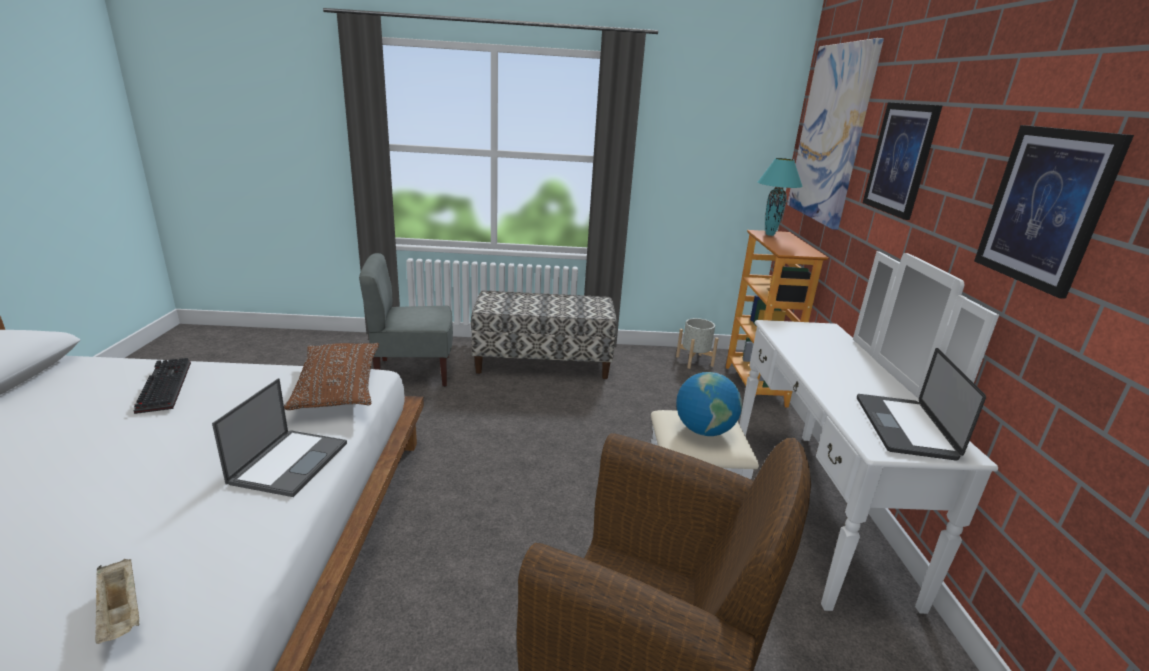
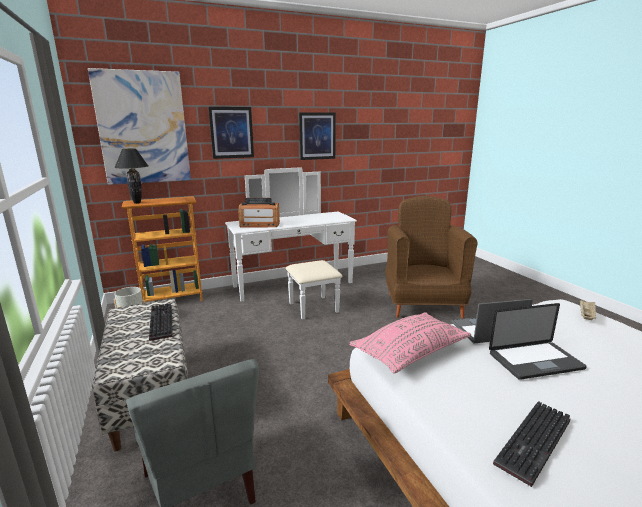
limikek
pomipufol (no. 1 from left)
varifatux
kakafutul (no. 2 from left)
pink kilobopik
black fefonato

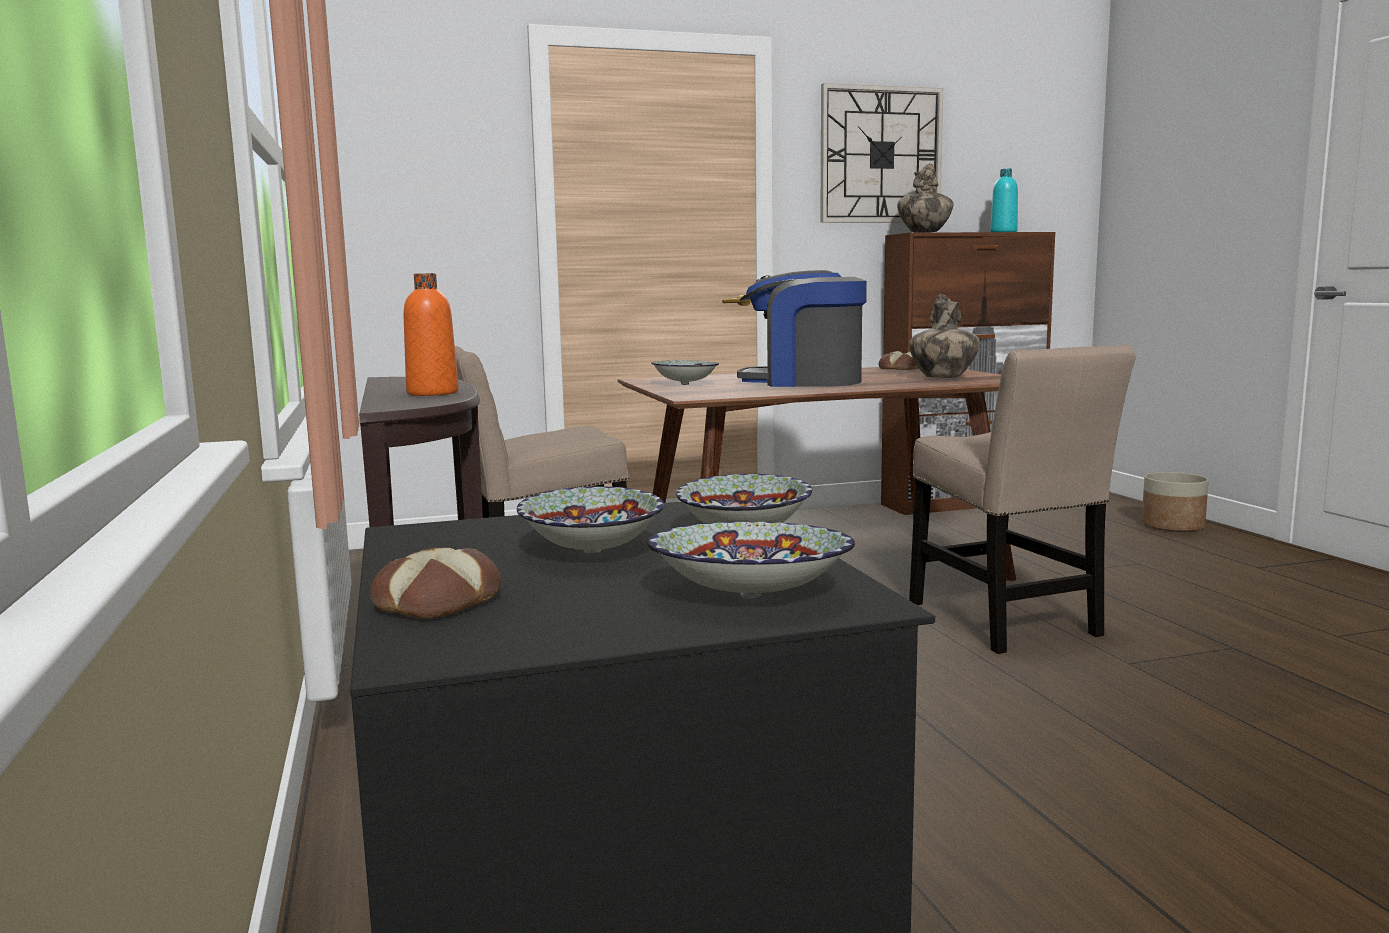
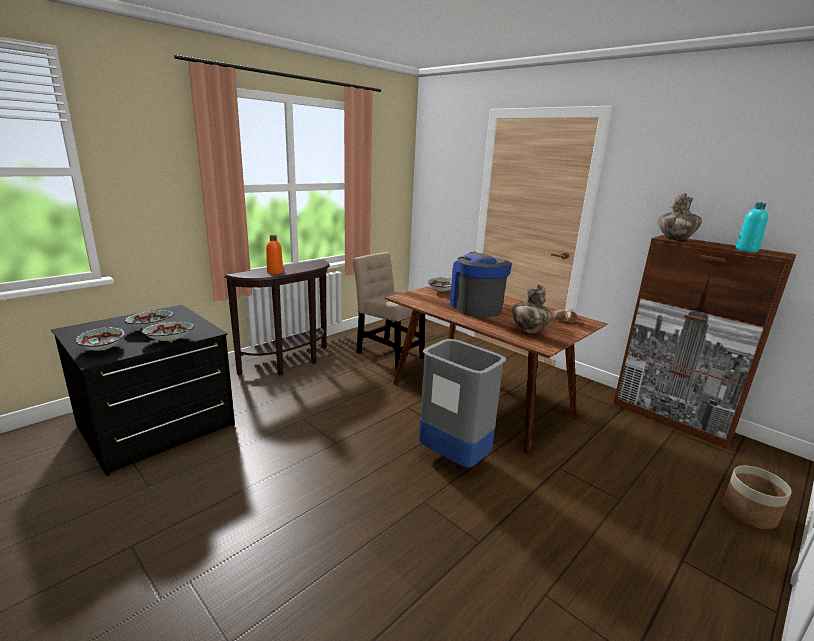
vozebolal (no. 1 from left in the first image)
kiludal
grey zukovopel

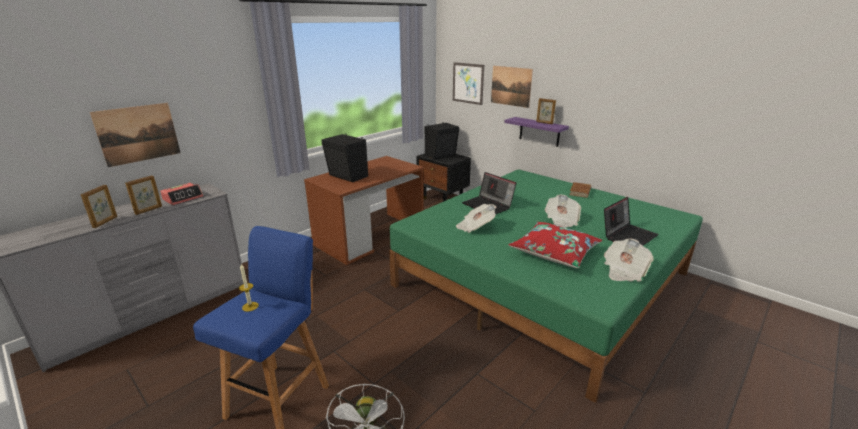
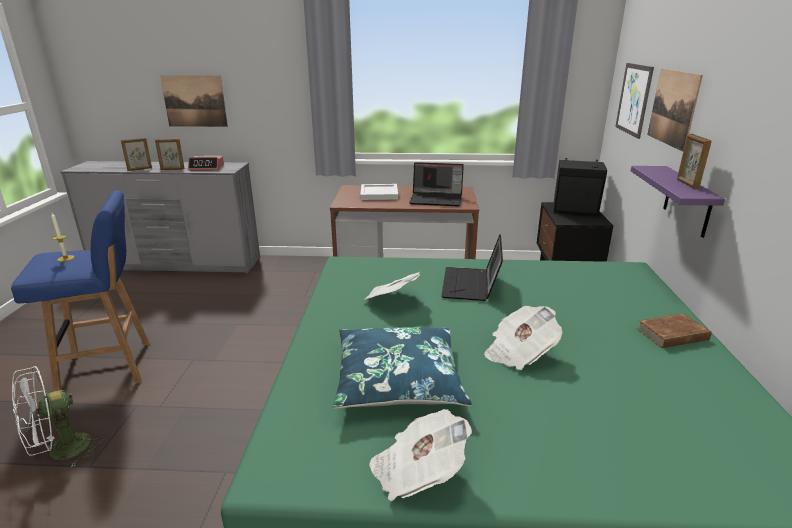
kakafutul (no. 1 from left)
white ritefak
blue kilobopik

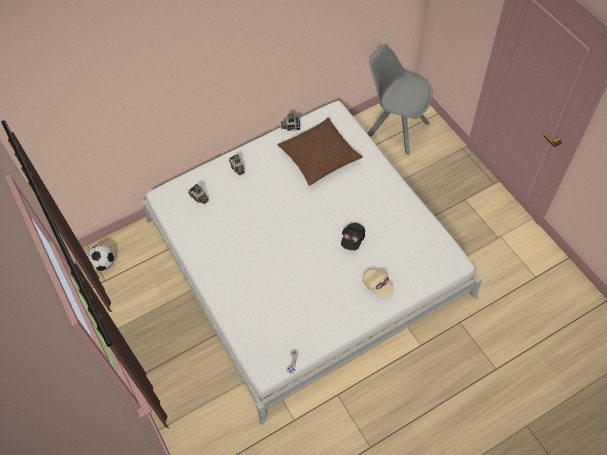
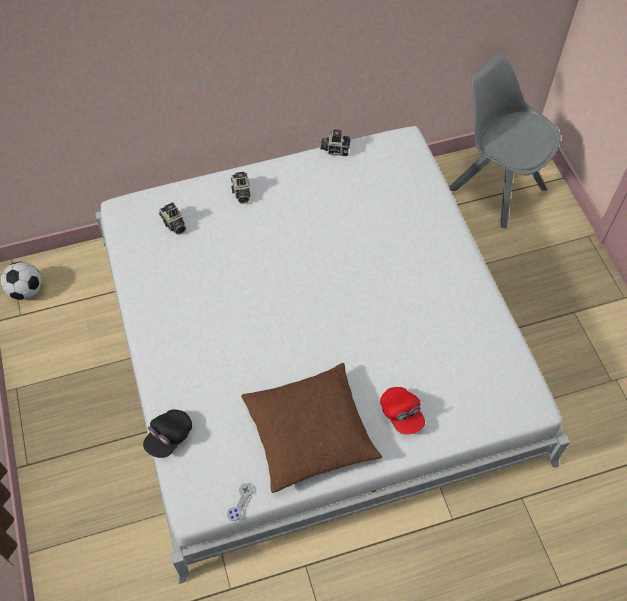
brown kilobopik
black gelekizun
red gelekizun

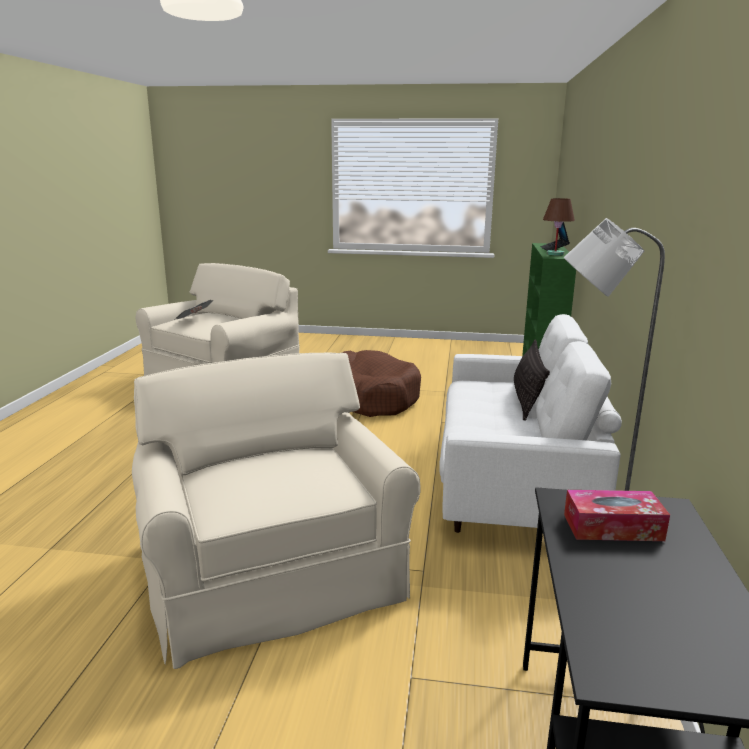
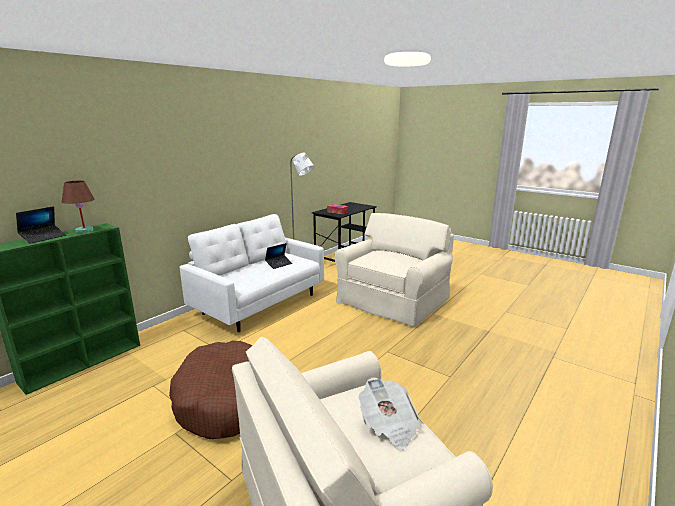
kilobopik
kakafutul (no. 2 from left)
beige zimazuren (no. 2 from left)

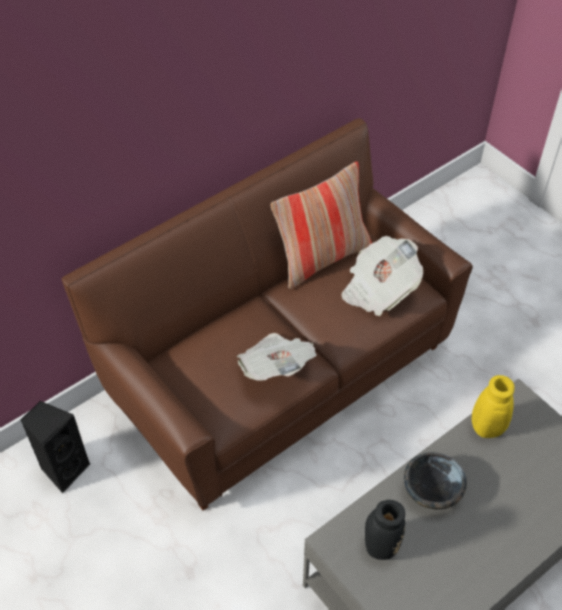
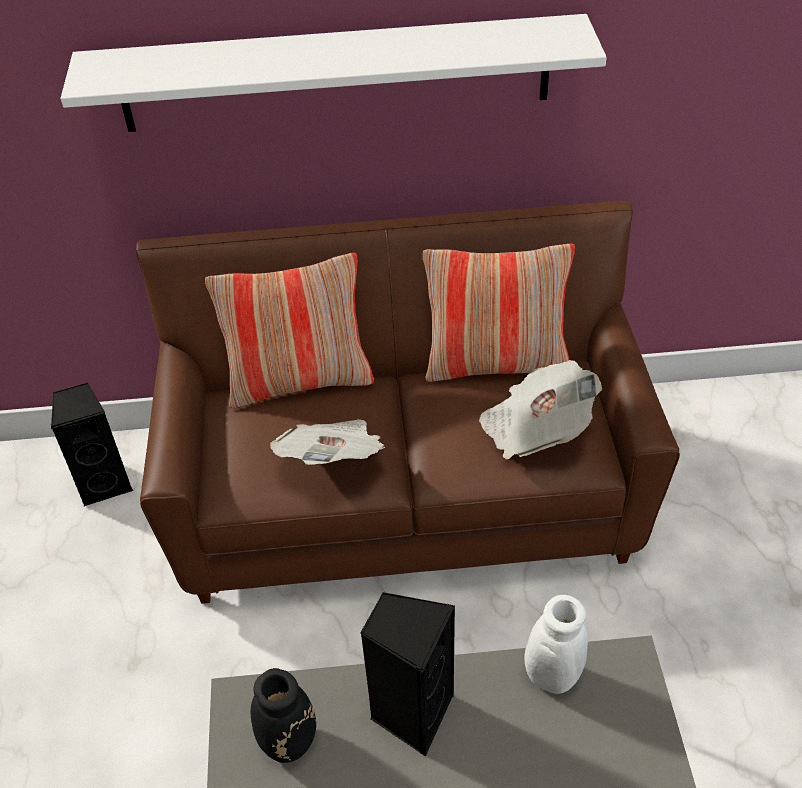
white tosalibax
kilobopik (no. 1 from left)
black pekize (no. 2 from left)
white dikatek

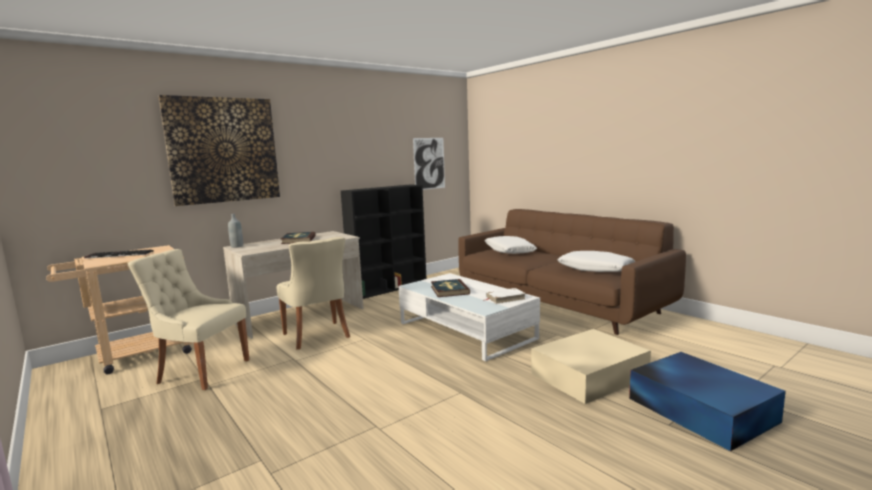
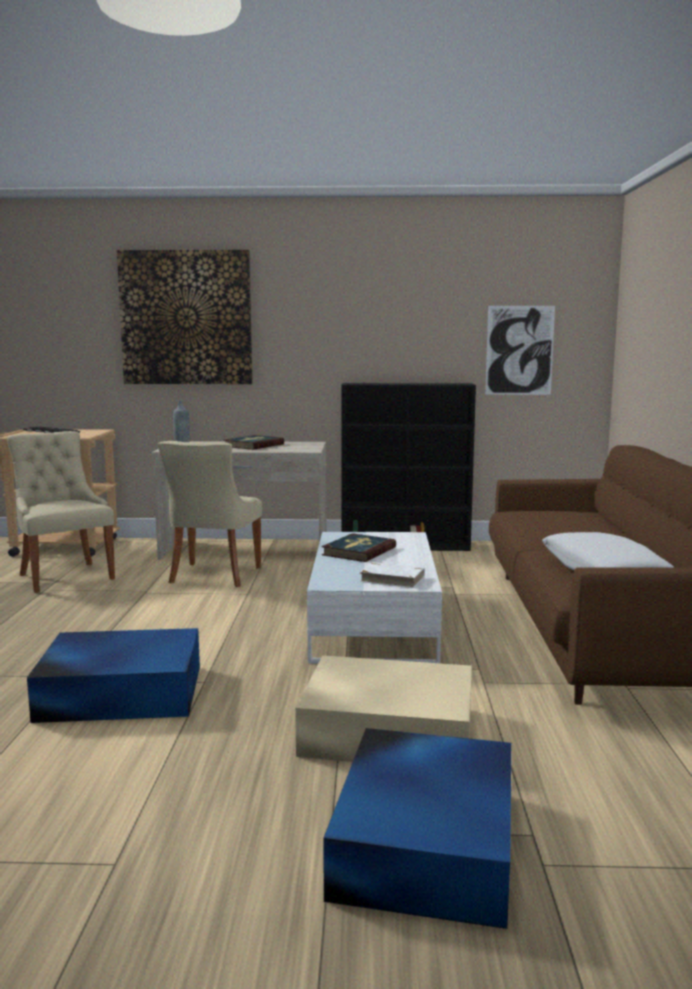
white kilobopik (no. 1 from left in the first image)
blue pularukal (no. 1 from left)

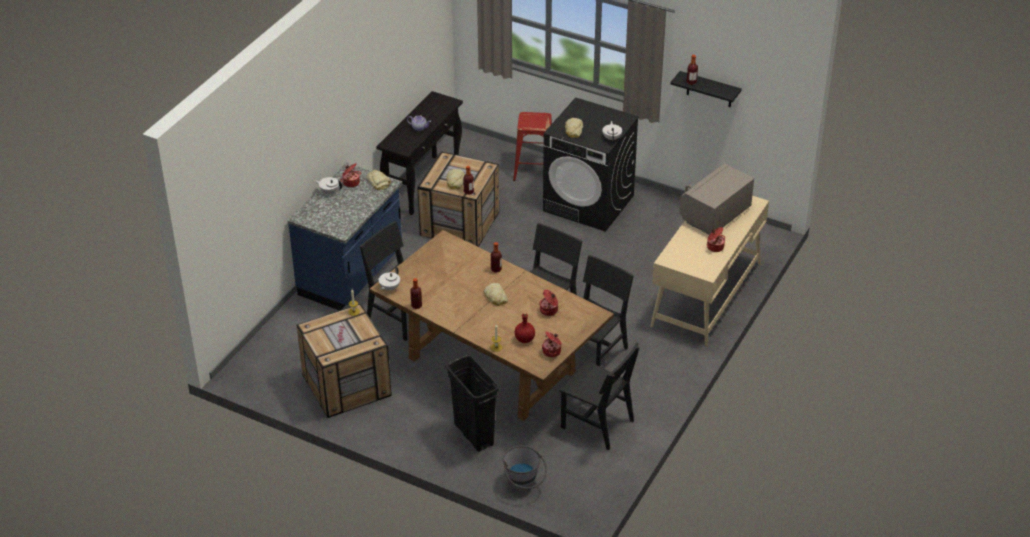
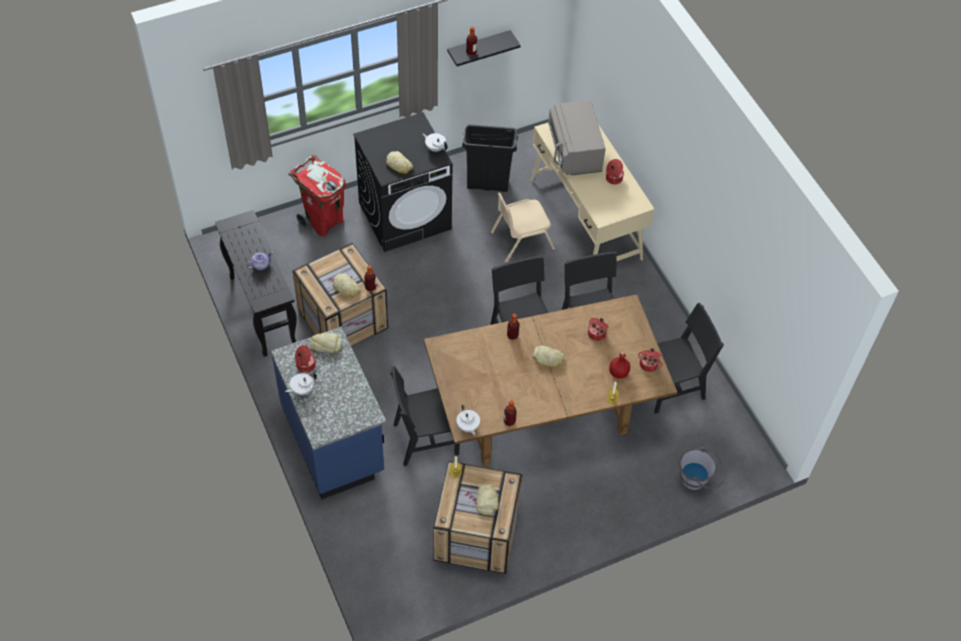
vozebolal (no. 4 from left)
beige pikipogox
black zukovopel
red zukovopel

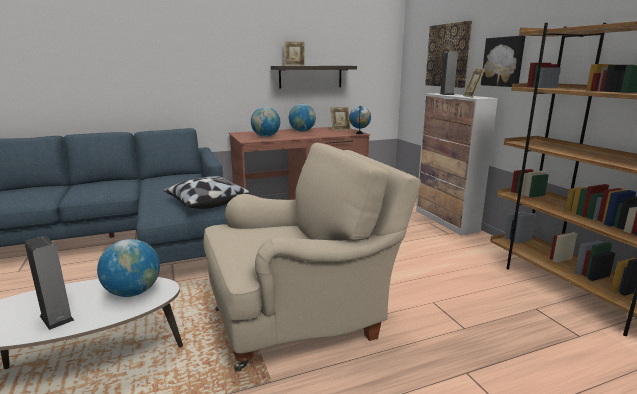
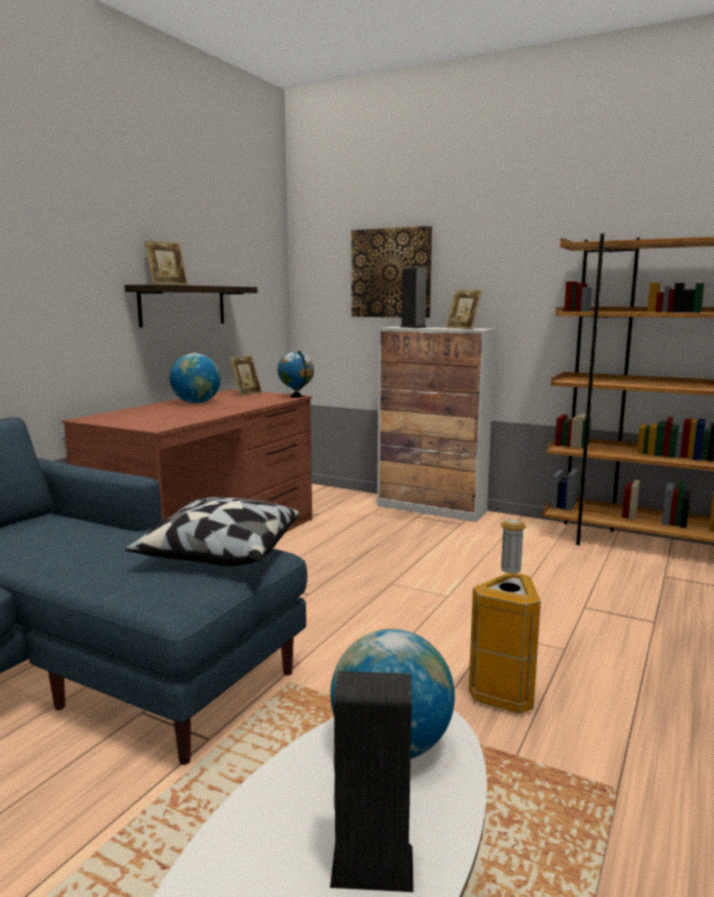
limikek (no. 2 from left in the first image)
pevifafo (no. 2 from left in the first image)
zukovopel

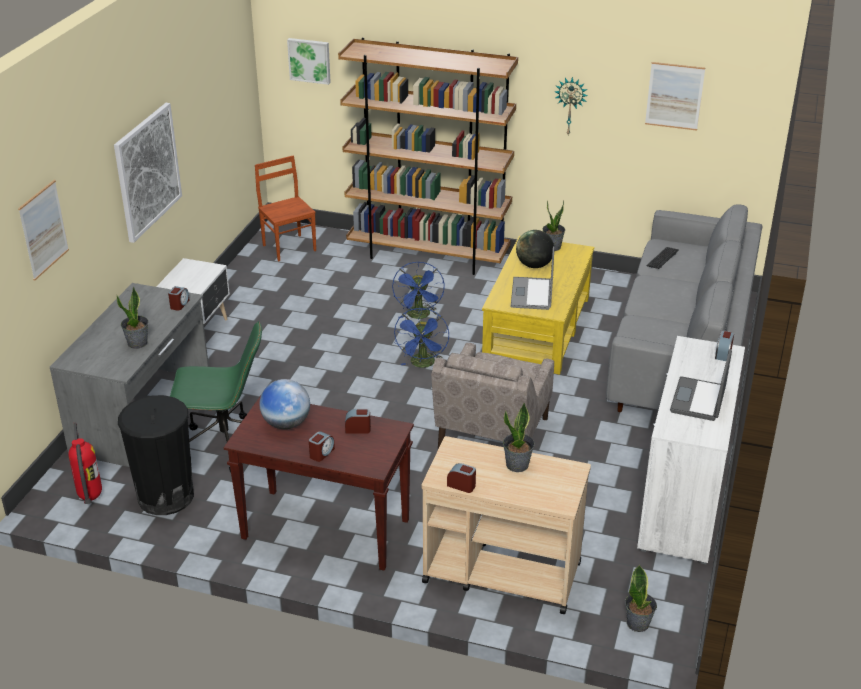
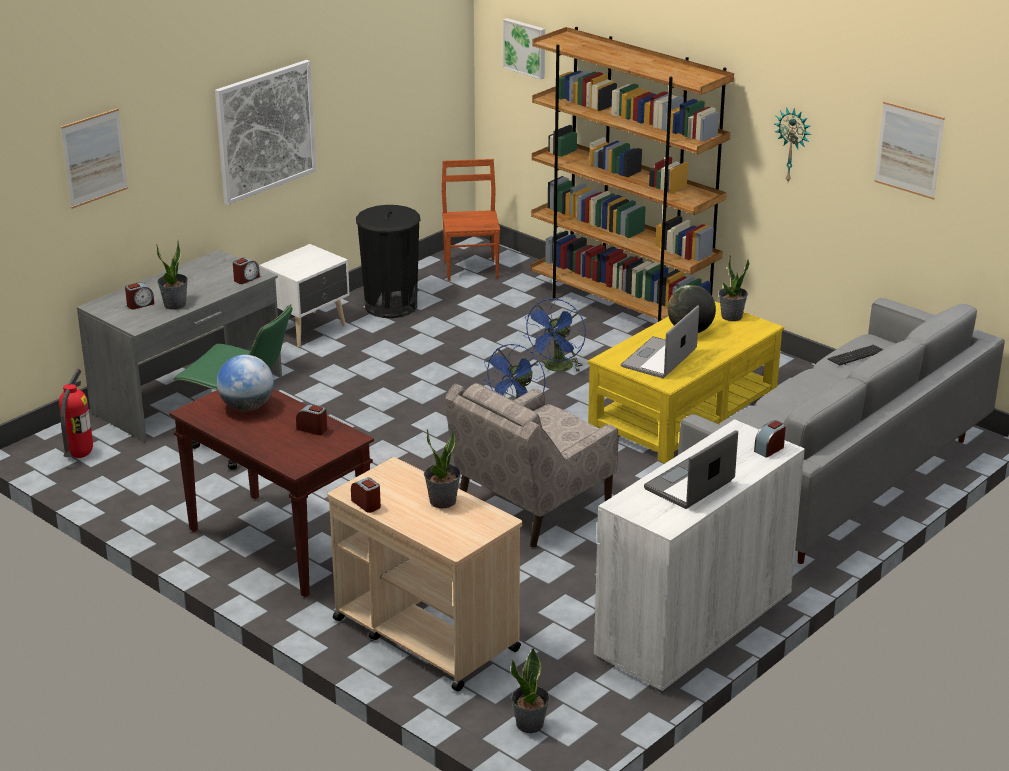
black zukovopel
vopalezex (no. 1 from left)

